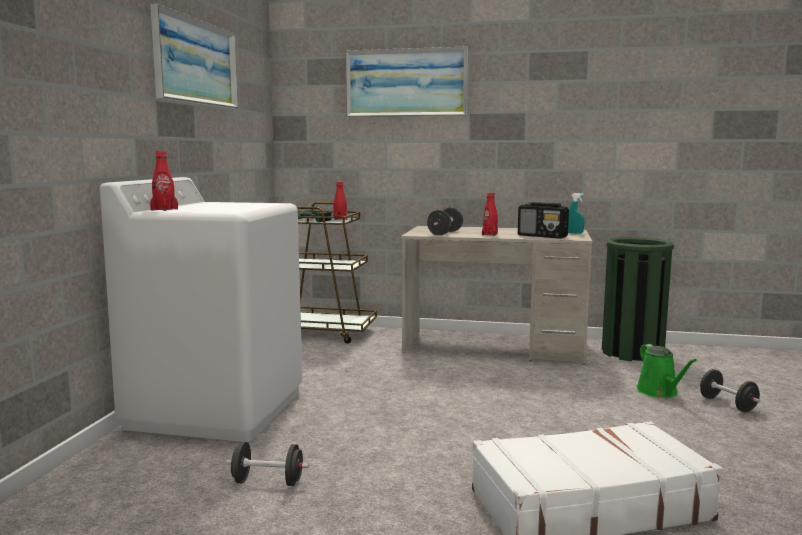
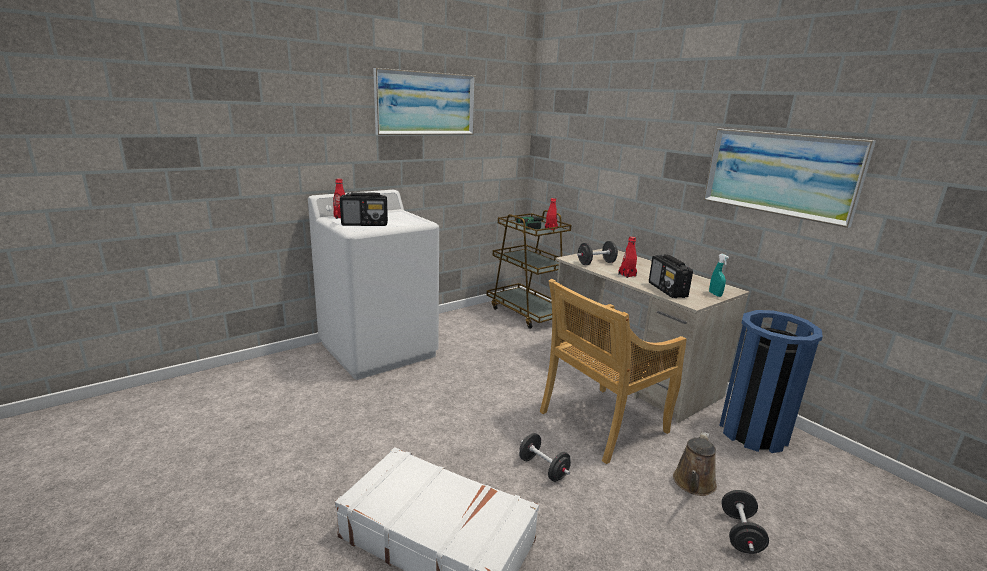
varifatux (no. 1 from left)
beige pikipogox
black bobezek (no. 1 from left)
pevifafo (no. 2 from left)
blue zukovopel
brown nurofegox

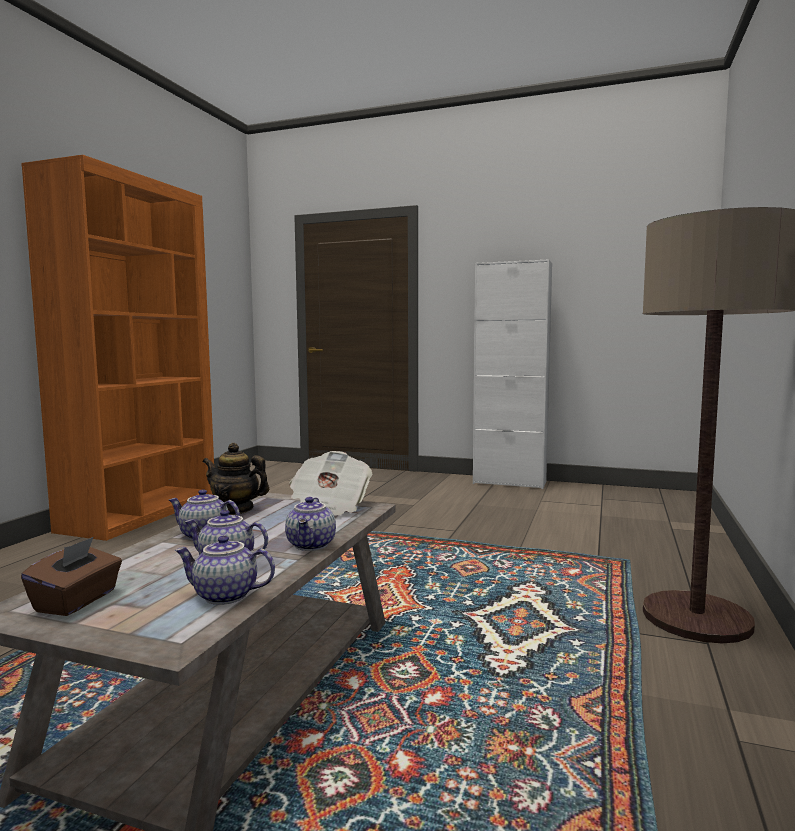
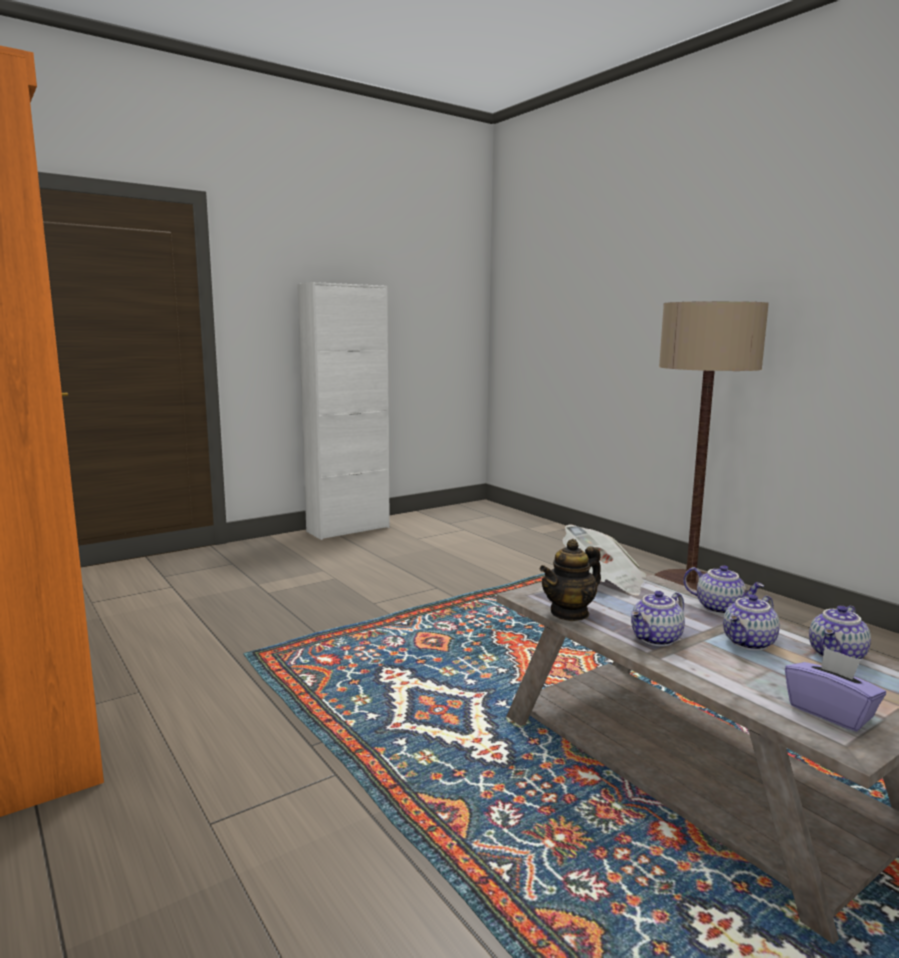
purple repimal

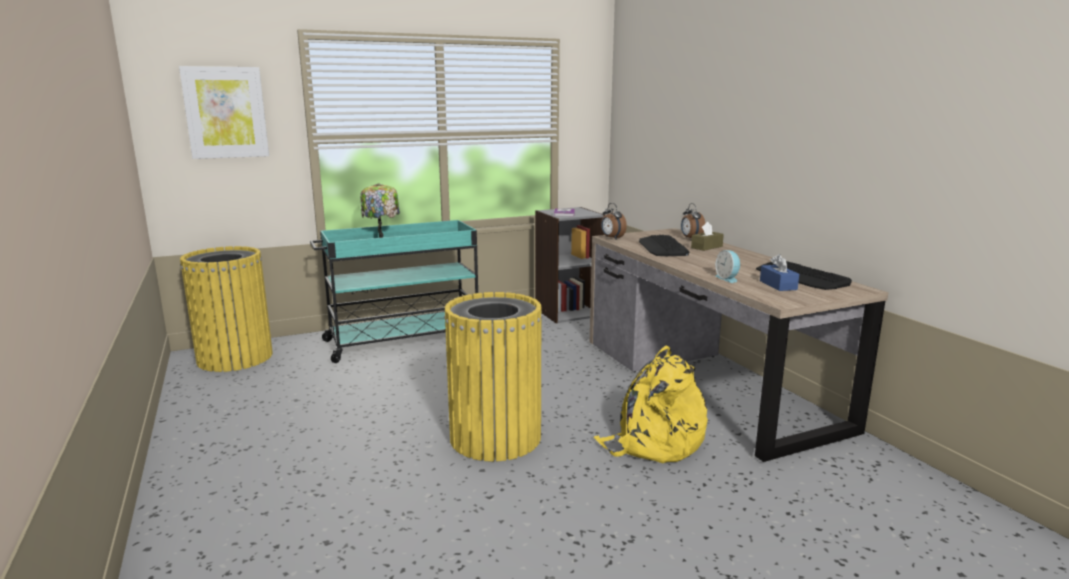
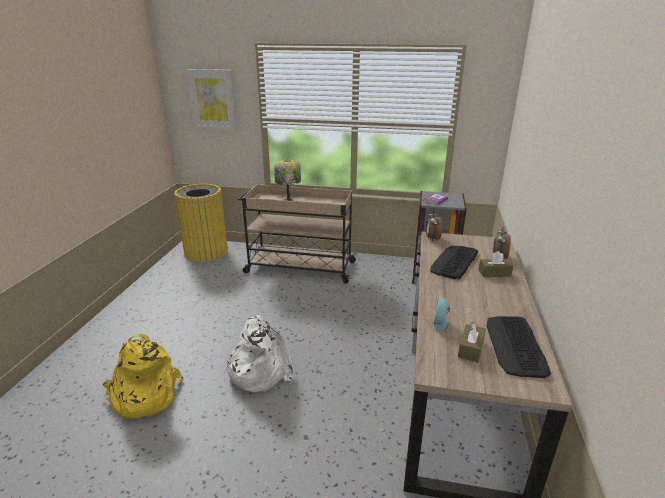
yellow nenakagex
white nenakagex
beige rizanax
brown repimal (no. 1 from left)

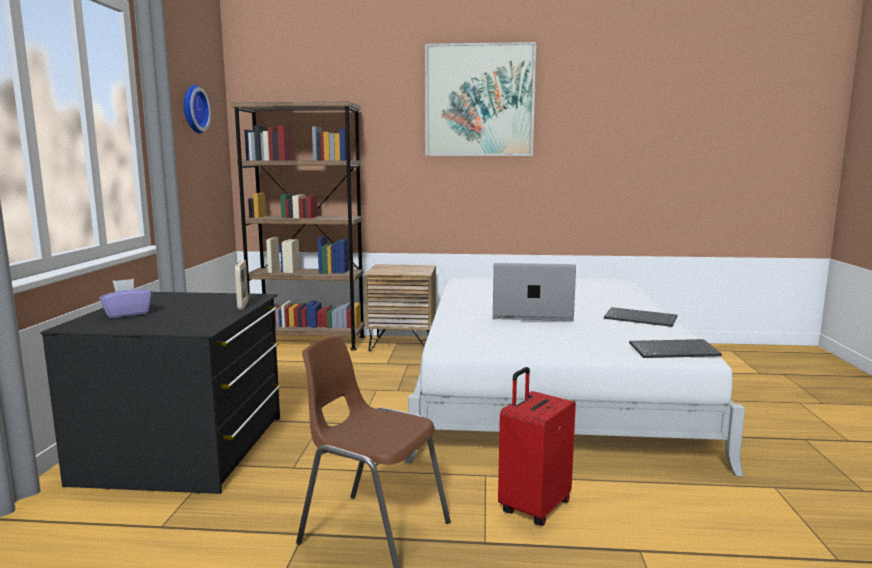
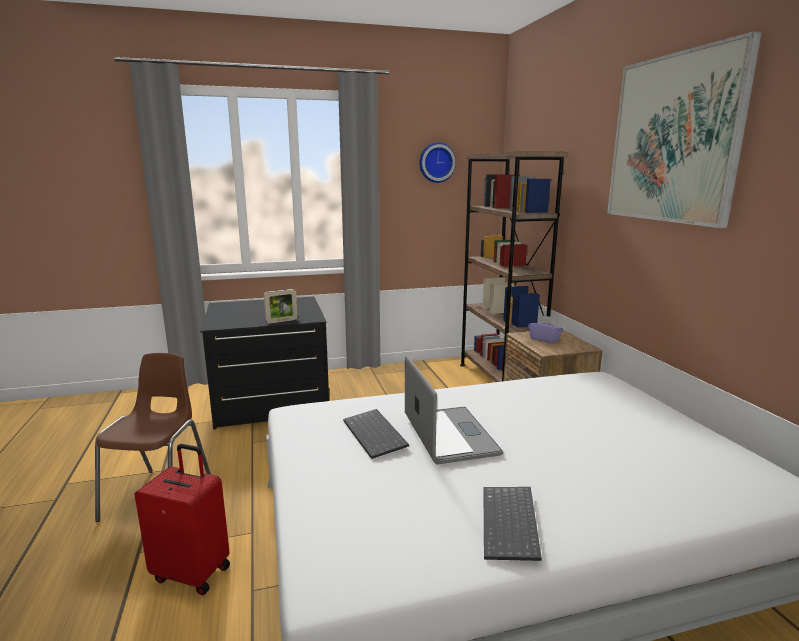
purple repimal
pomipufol (no. 1 from left)

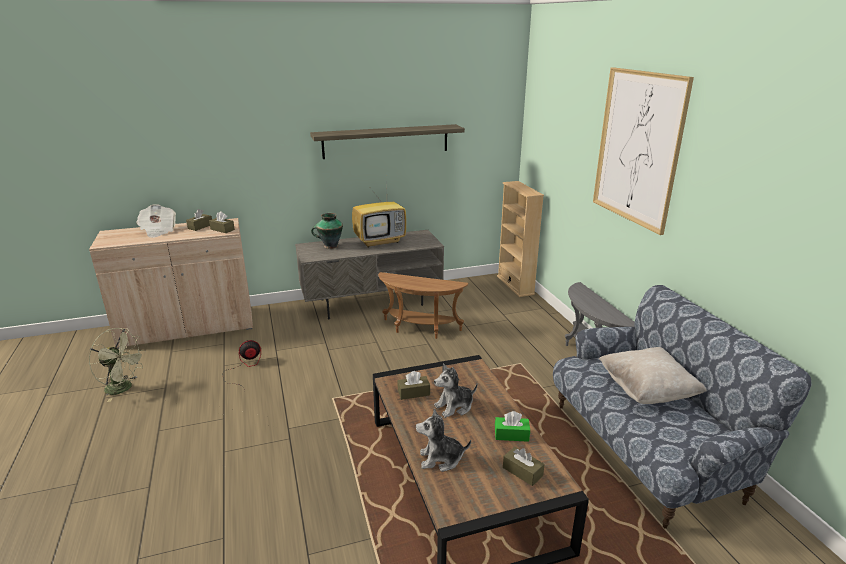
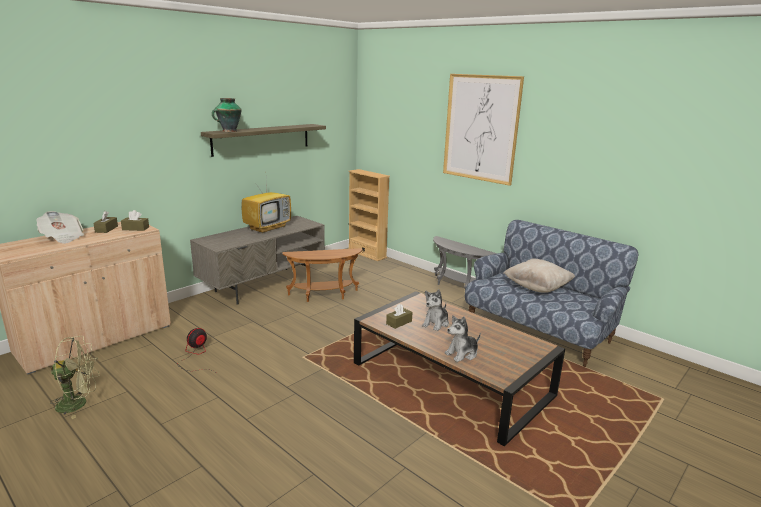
green repimal
brown repimal (no. 4 from left in the first image)
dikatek

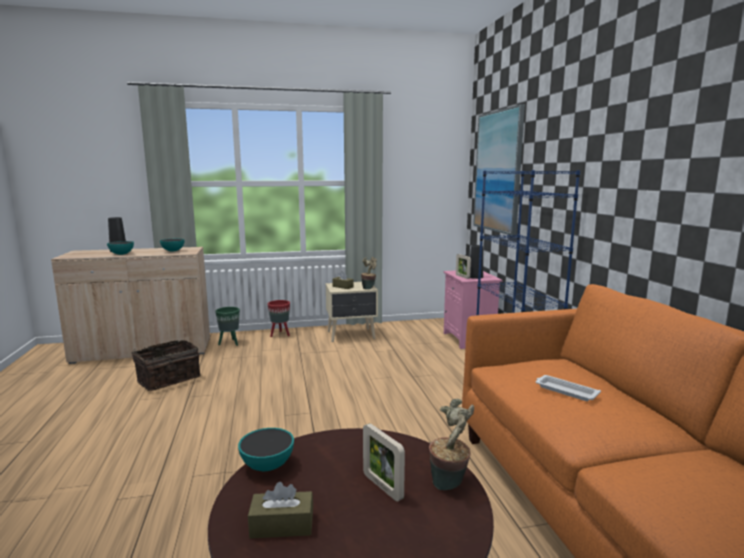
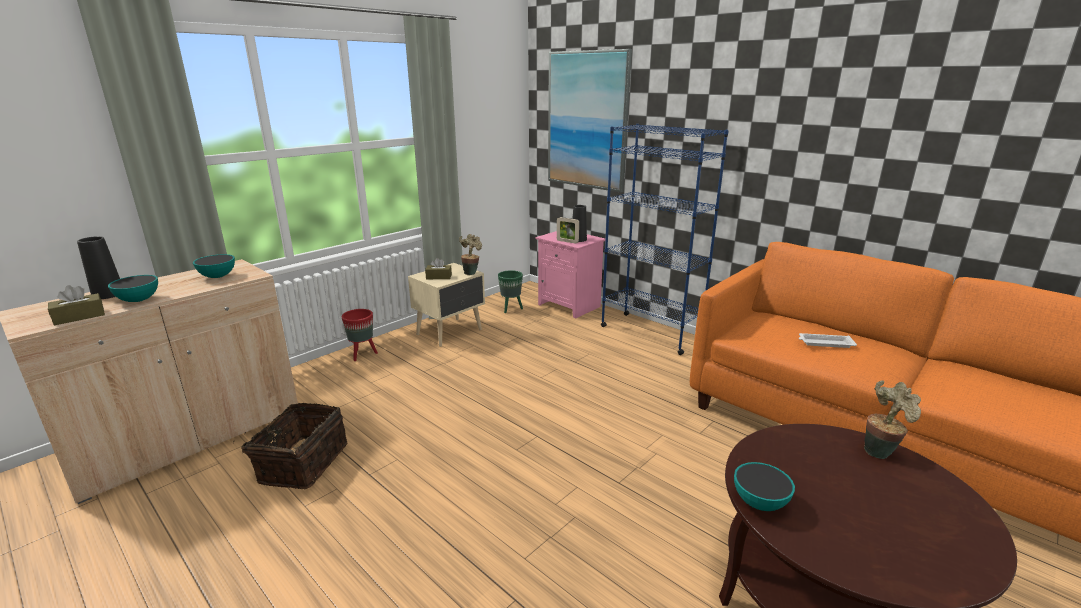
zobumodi (no. 1 from left in the first image)
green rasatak
brown repimal (no. 1 from left)

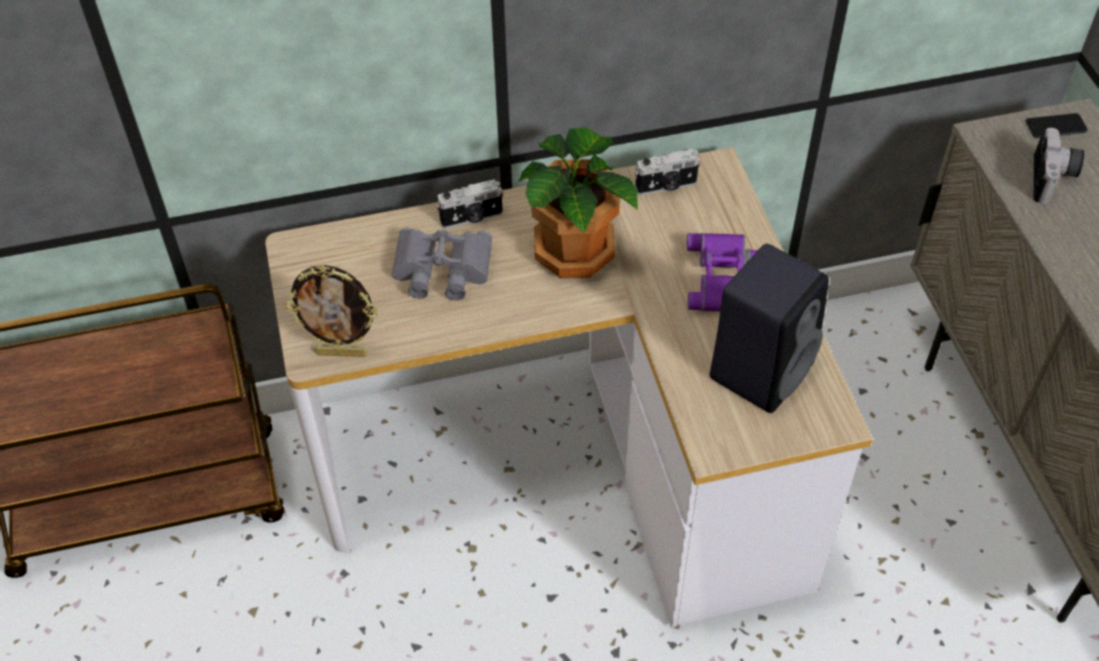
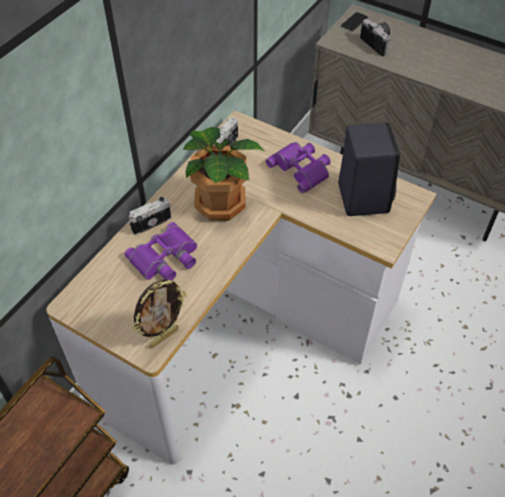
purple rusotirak (no. 1 from left)
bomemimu (no. 1 from left)

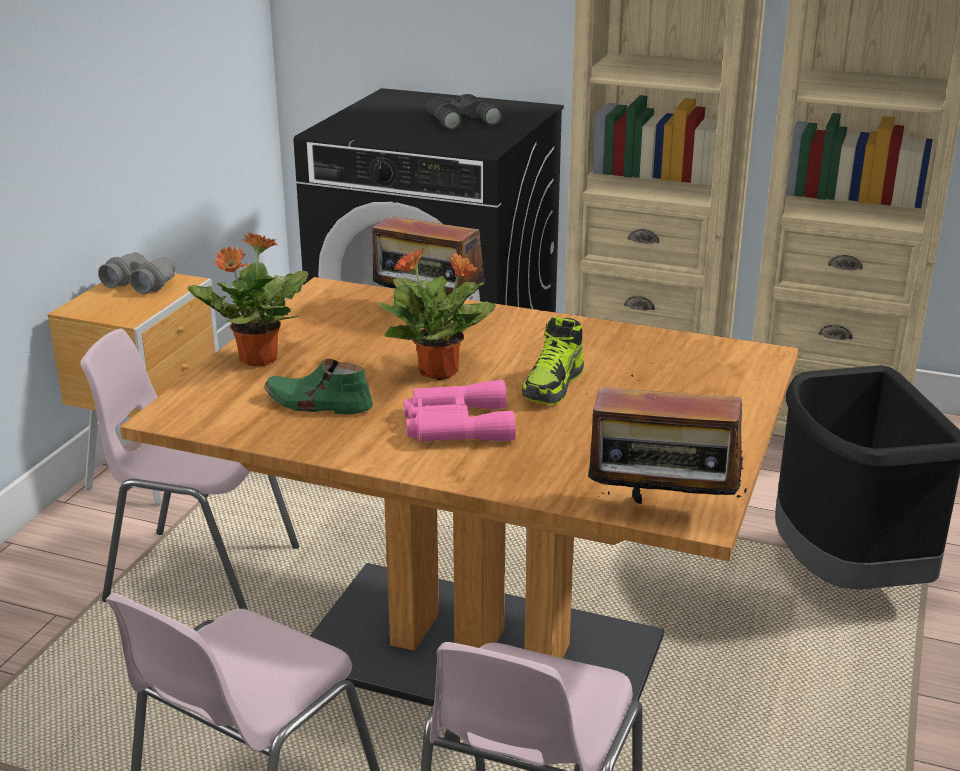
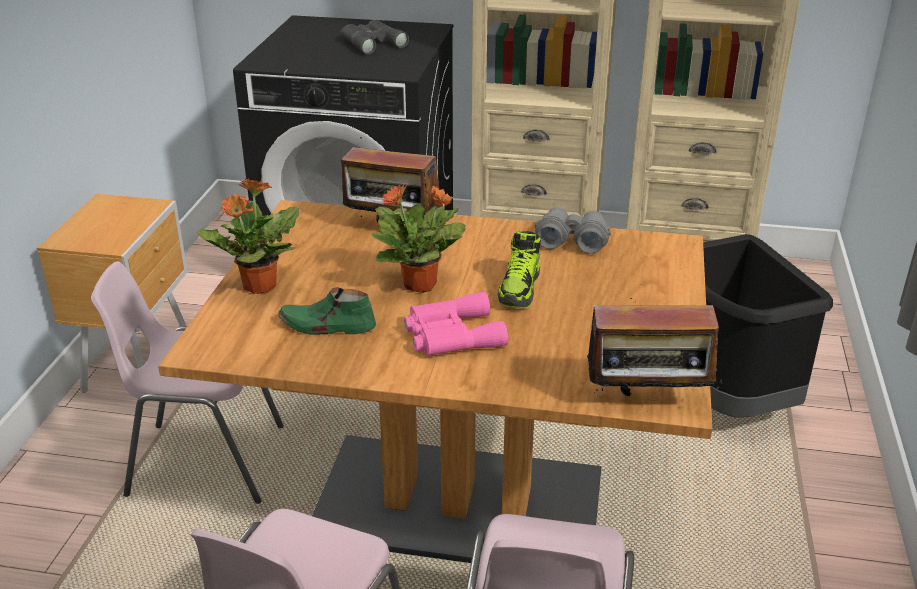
grey rusotirak (no. 2 from left)

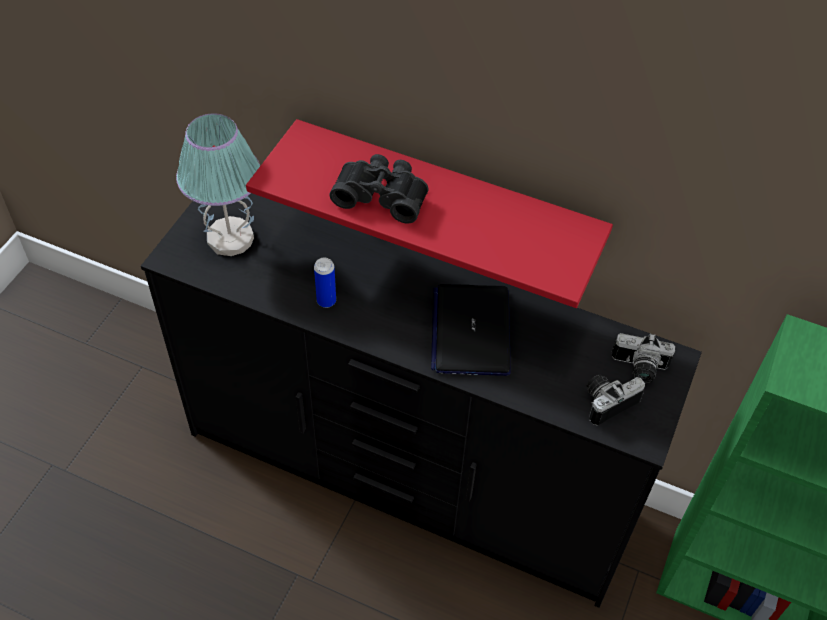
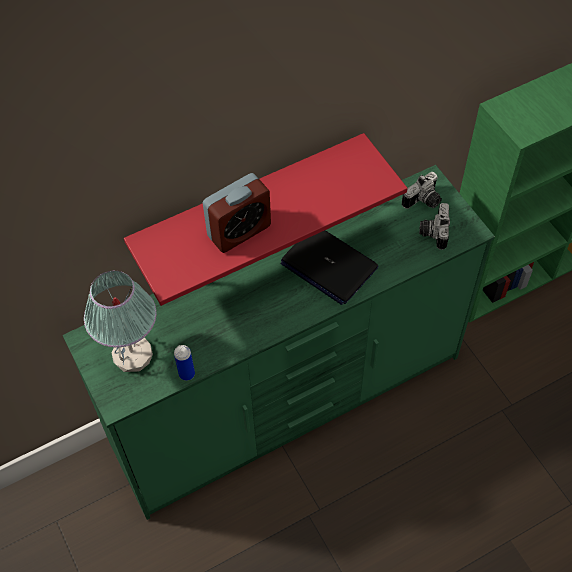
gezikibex
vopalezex
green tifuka

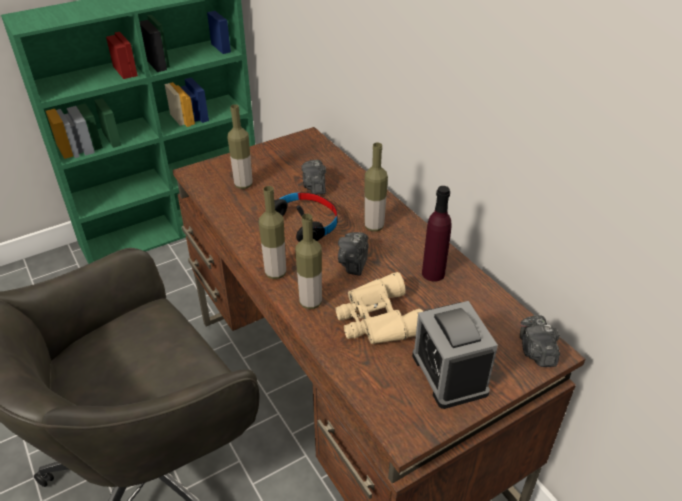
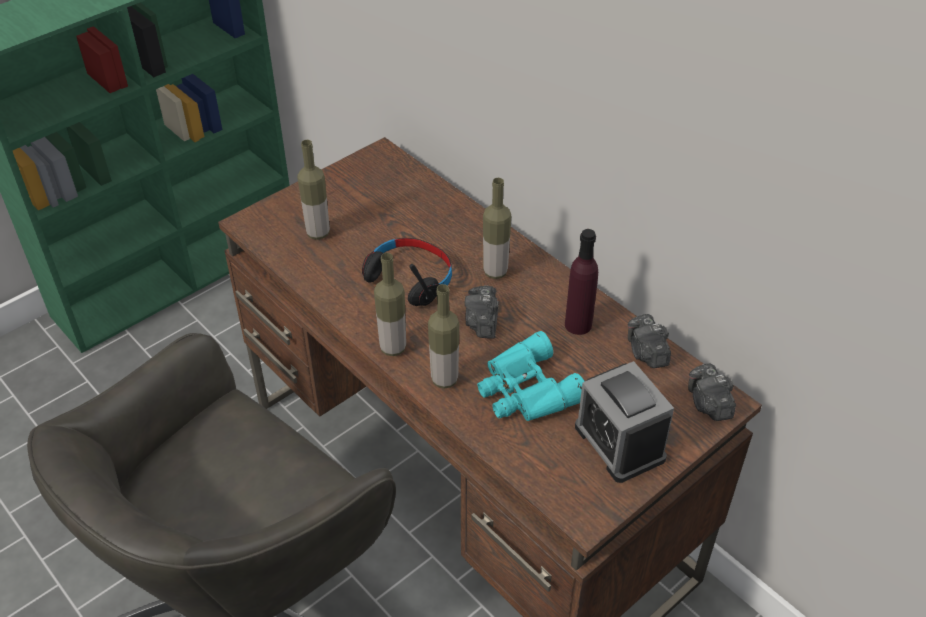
bomemimu (no. 2 from left)
turquoise rusotirak

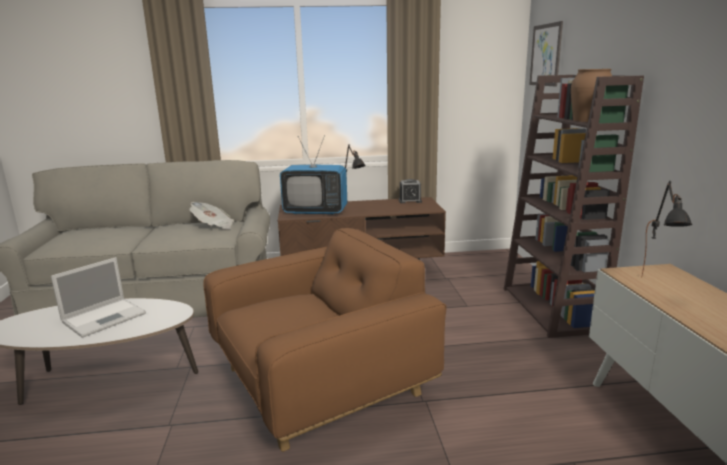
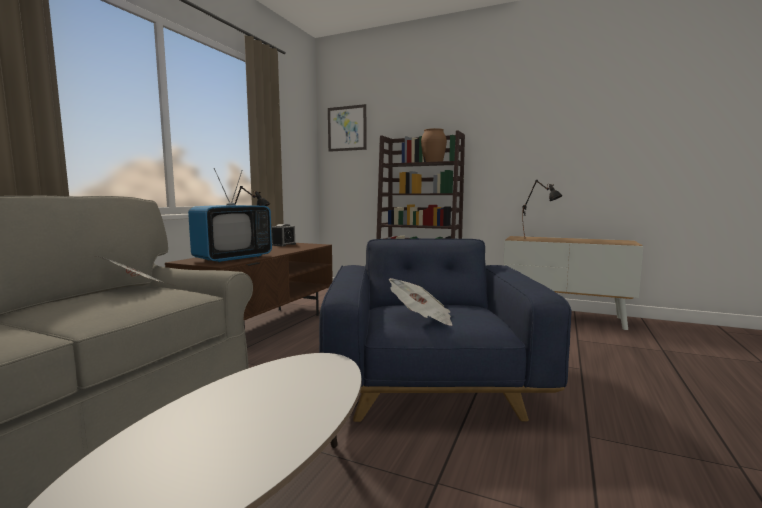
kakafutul
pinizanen (no. 2 from left)
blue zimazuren

